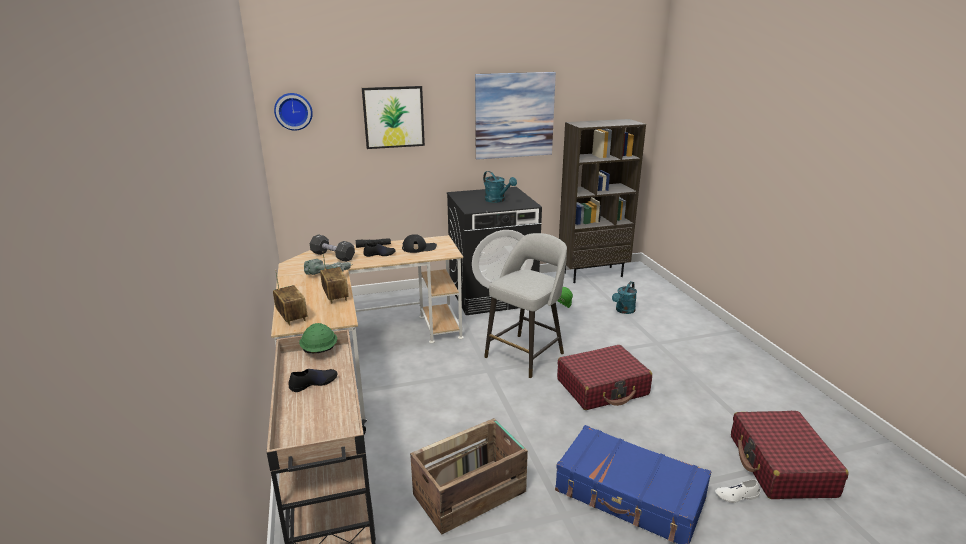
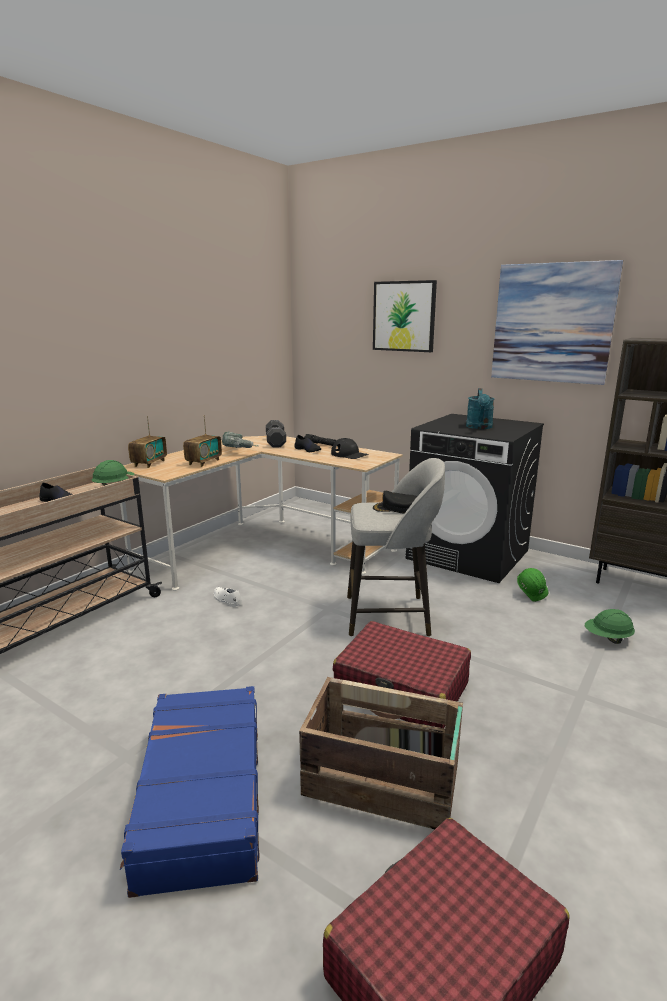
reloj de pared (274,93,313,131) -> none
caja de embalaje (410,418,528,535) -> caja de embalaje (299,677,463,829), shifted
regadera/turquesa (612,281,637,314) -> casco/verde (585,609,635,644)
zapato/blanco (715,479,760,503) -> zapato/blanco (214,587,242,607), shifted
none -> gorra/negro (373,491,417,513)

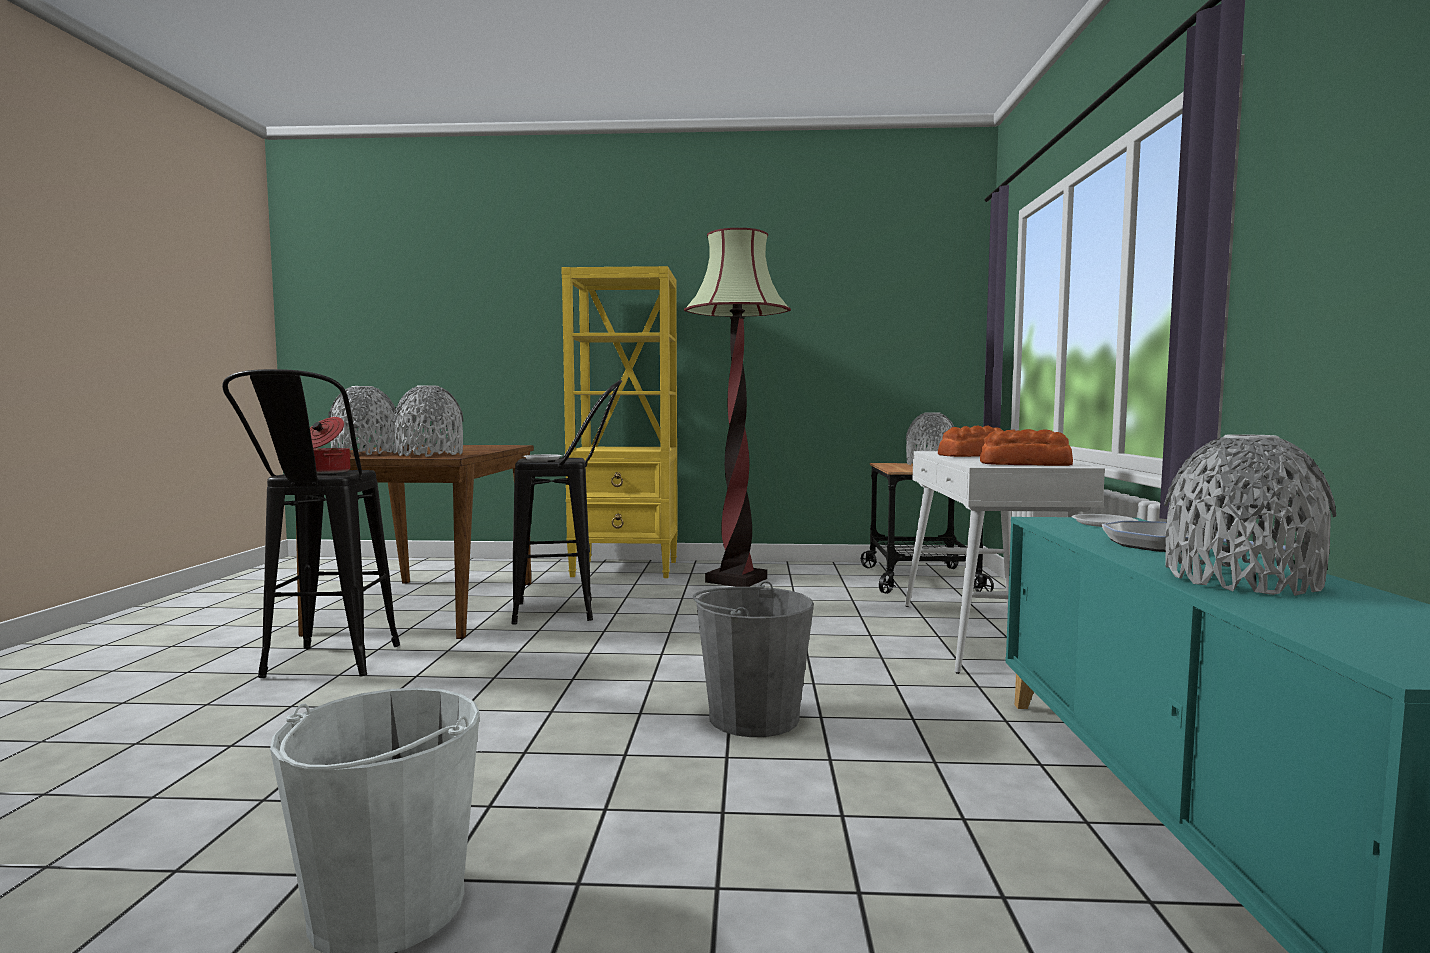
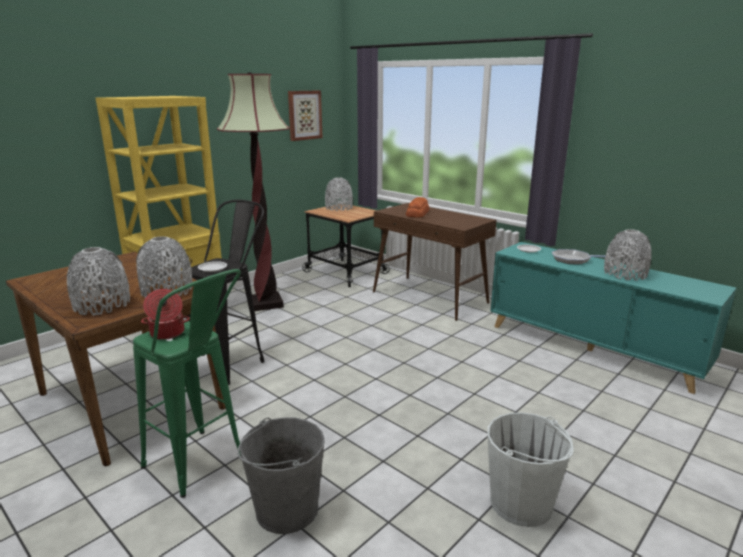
taburete/negro (222,369,400,678) -> taburete/verde (133,269,241,498)
cubo/gris (693,581,814,737) -> cubo/gris (237,417,325,534), shifted
mesa consola/blanco (905,451,1105,674) -> mesa consola/marrón (373,203,497,321)
pan (980,429,1073,466) -> none
none -> cuadro (288,90,322,141)

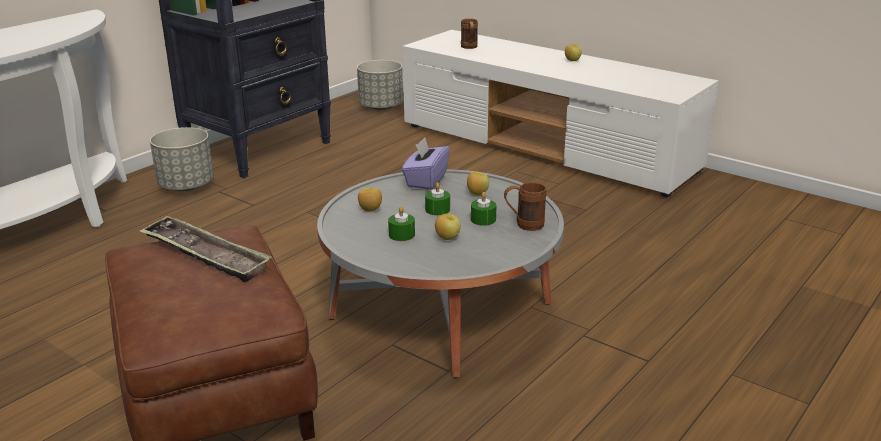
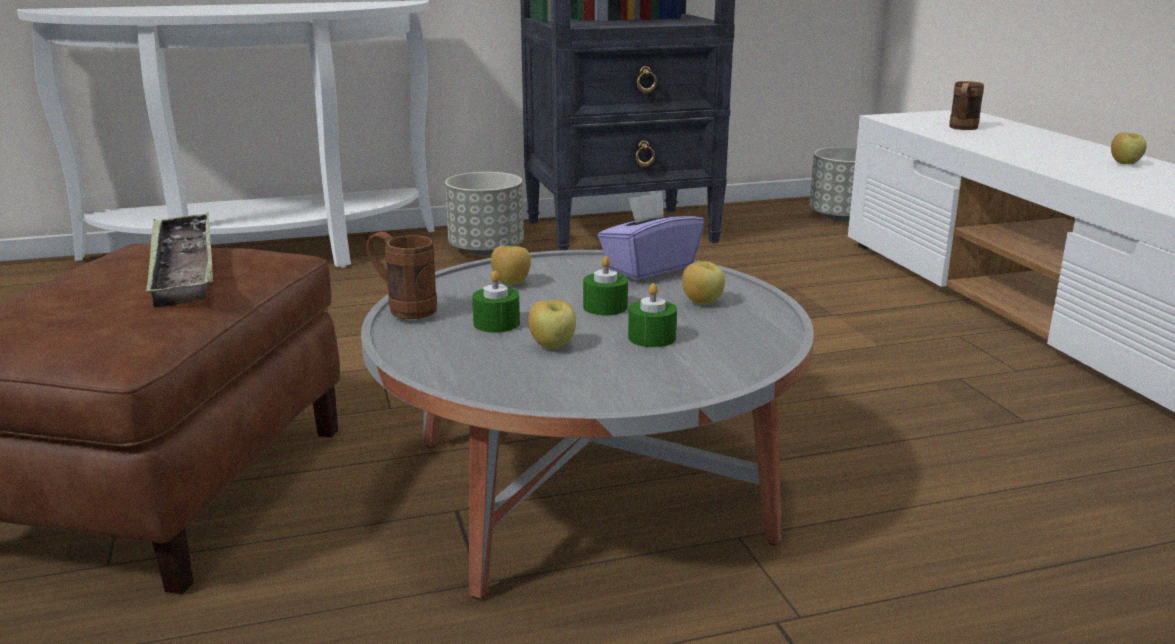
taza grande/marrón (504,183,546,231) -> taza grande/marrón (366,232,437,319), shifted

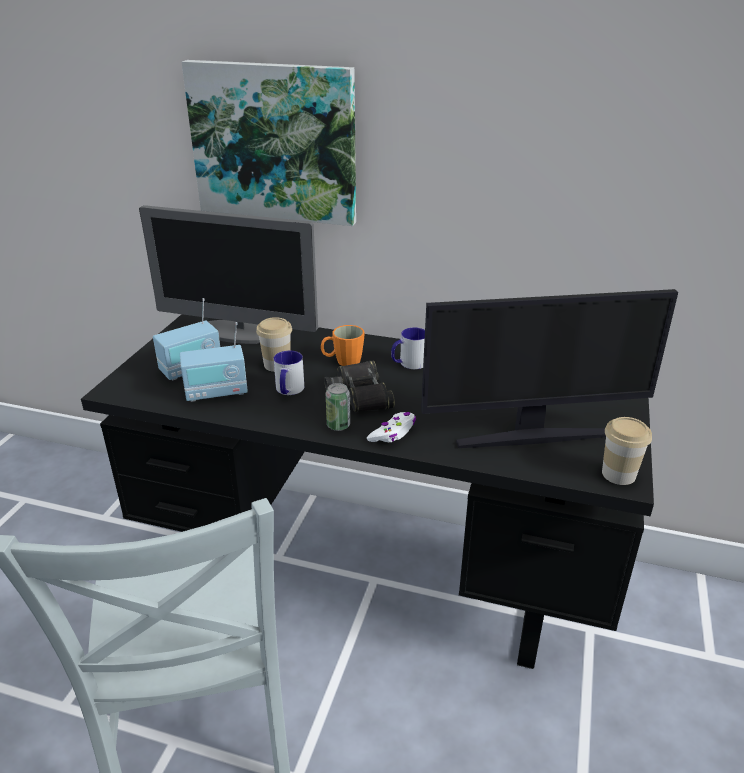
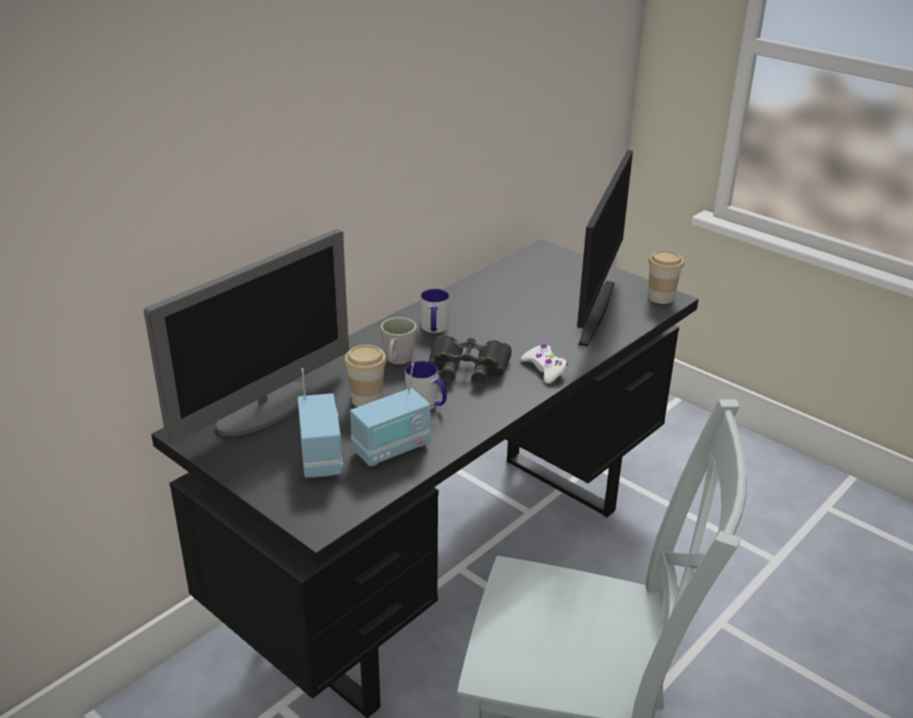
radio (180,322,248,402) -> radio (350,363,431,466), 45 degrees clockwise
cuadro (182,60,356,226) -> none
taza grande/naranja (321,325,364,366) -> taza grande/gris (381,317,417,364)
lata (326,383,350,431) -> none

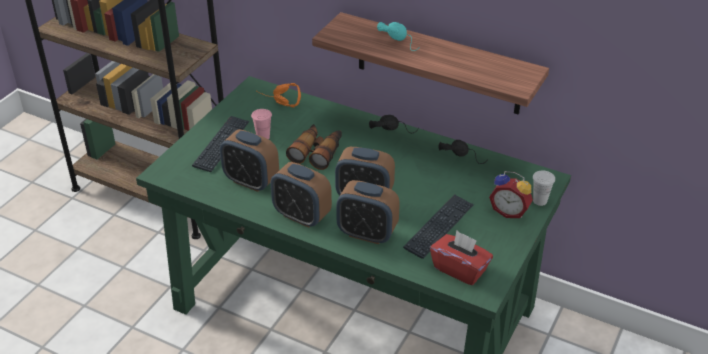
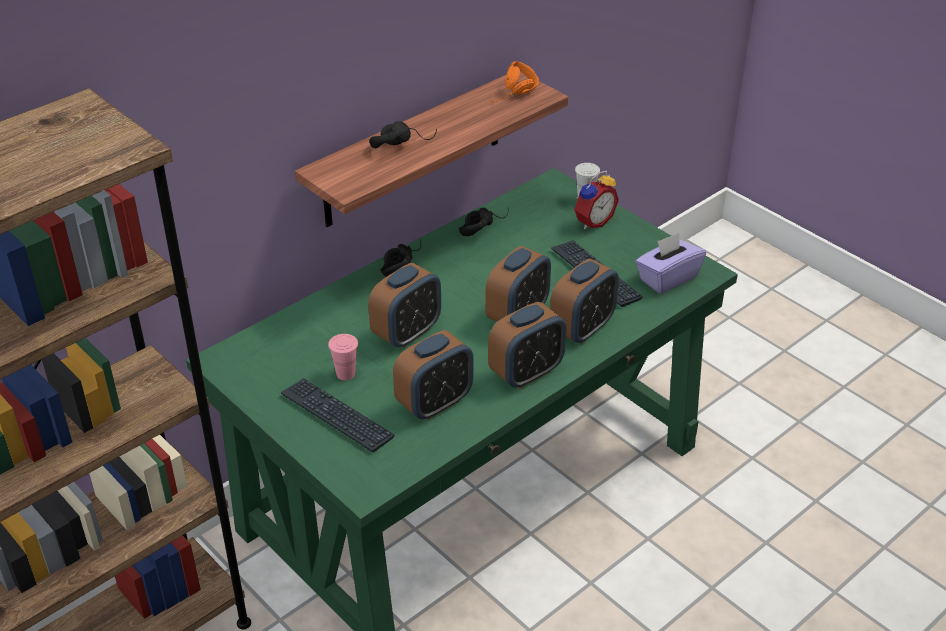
auriculares/naranja (257,83,301,107) -> auriculares/naranja (491,61,539,102), shifted
prismáticos (286,124,342,170) -> despertador (368,263,441,348)
auriculares/turquesa (377,22,420,51) -> auriculares/negro (369,121,437,149)
caja de pañuelos/rojo (430,230,493,285) -> caja de pañuelos/morado (635,233,706,294)

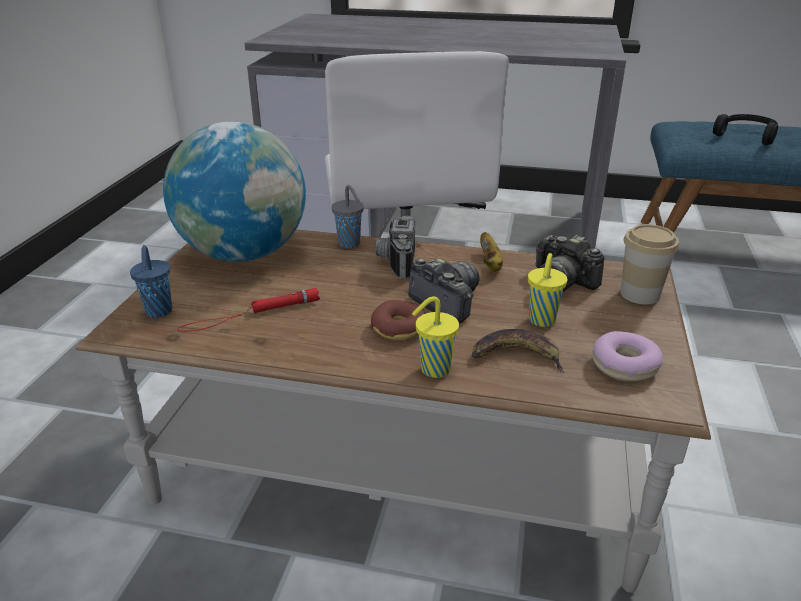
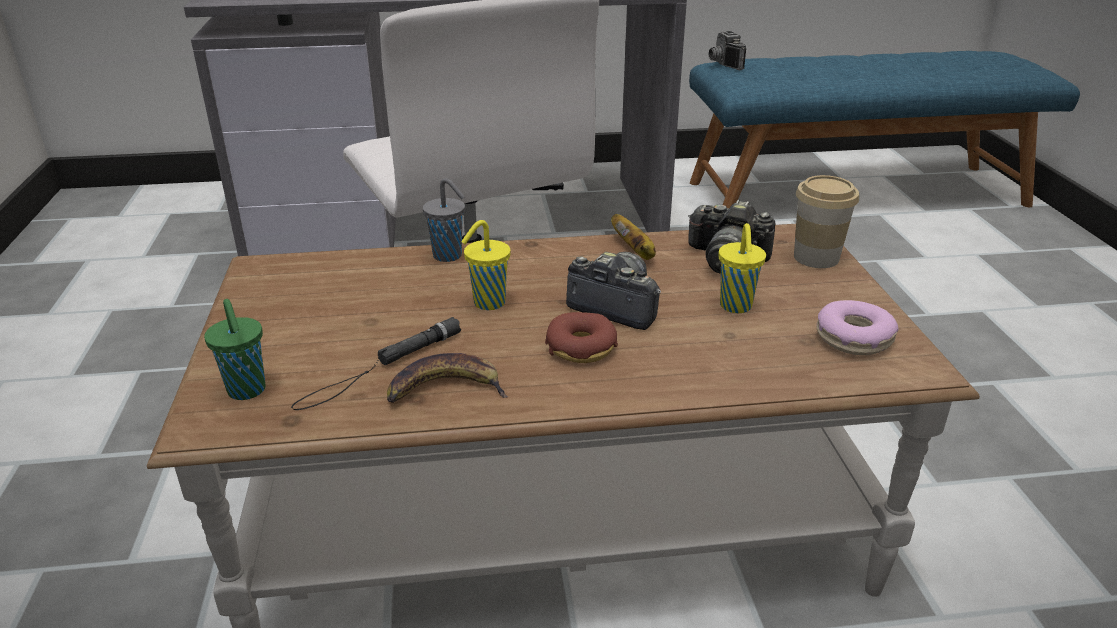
taza/azul (130,245,172,318) -> taza/verde (204,299,266,400)
globo terráqueo (163,121,306,262) -> none
linterna/rojo (177,288,320,332) -> linterna/negro (291,317,461,410)
cámara (376,216,416,280) -> cámara (709,31,746,70), shifted
taza/amarillo (412,296,459,378) -> taza/amarillo (461,220,511,310), shifted
plátano (472,329,565,373) -> plátano (387,353,508,403), shifted
auriculares/negro (713,114,778,145) -> none

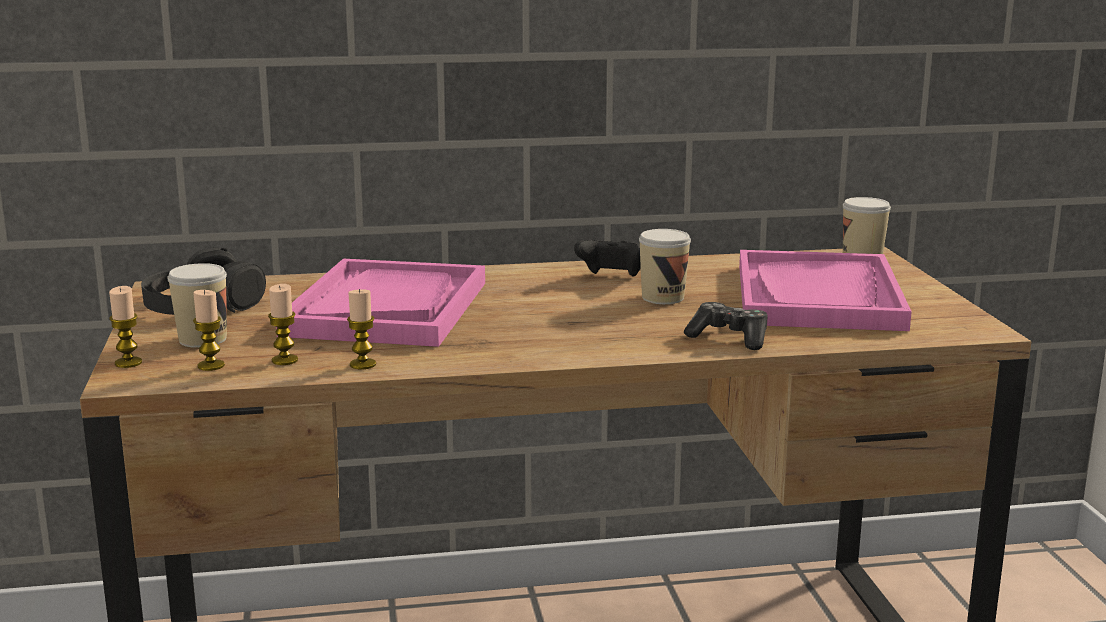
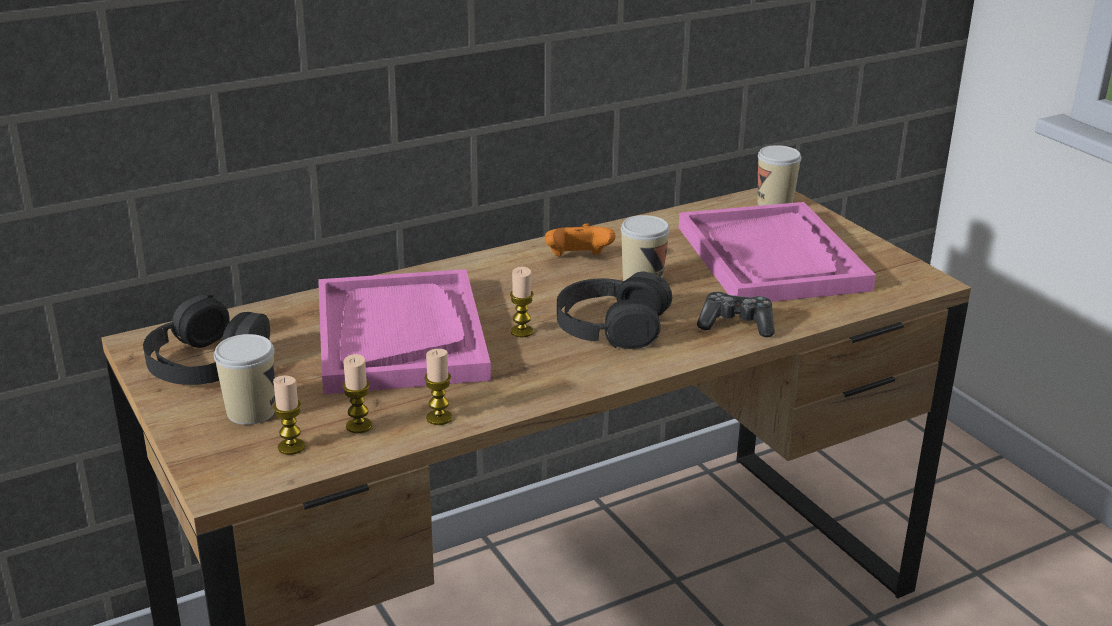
vela (109,286,142,368) -> vela (510,267,534,338), shifted
mando de consola/negro (574,240,641,276) -> mando de consola/naranja (545,223,616,257)
none -> auriculares/negro (557,272,672,349)

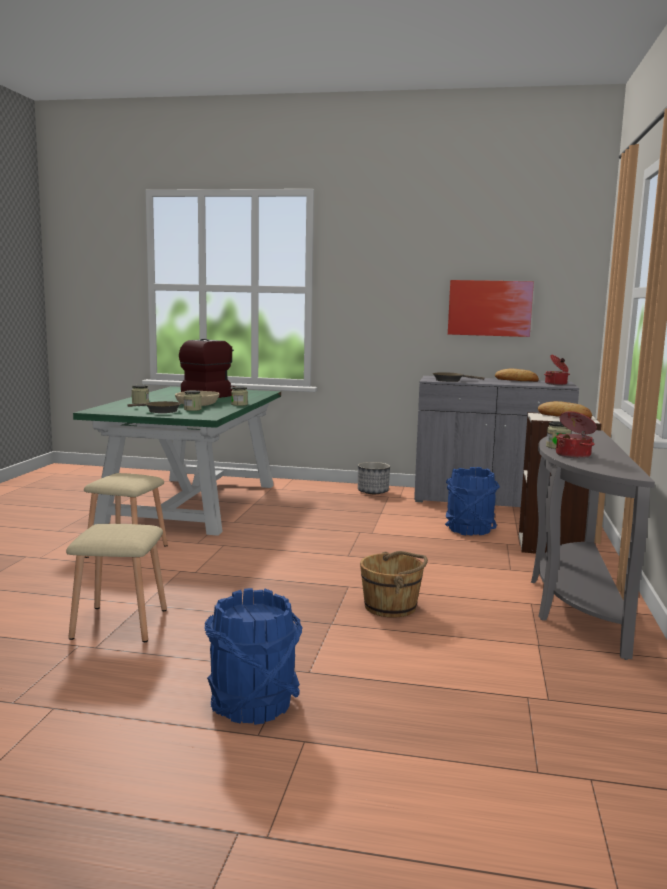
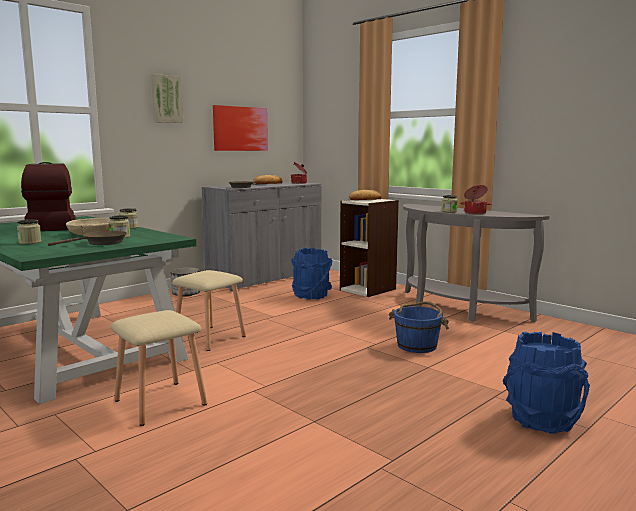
taburete/beis (66,524,167,642) -> taburete/beis (172,270,246,351), shifted
cubo/marrón (360,551,428,618) -> cubo/azul (389,301,449,353)
none -> cuadro (151,74,183,123)

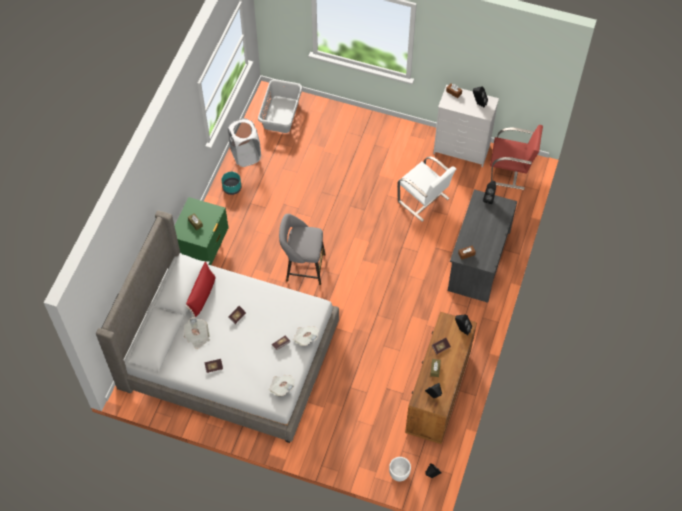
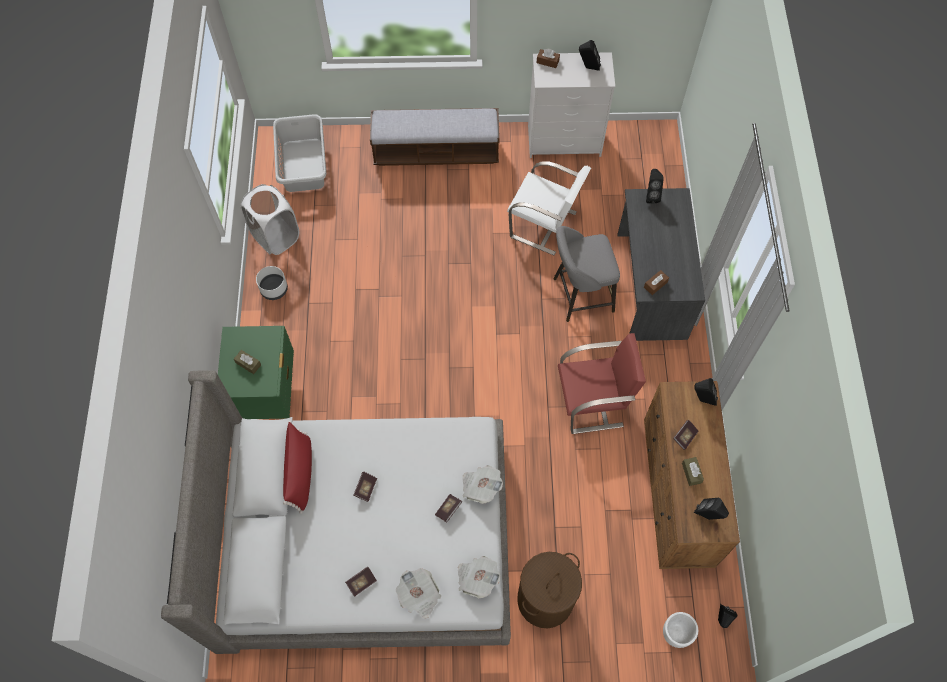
periódico (184,317,210,349) -> periódico (396,568,441,618), shifted
maceta/turquesa (221,172,241,195) -> maceta/blanco (256,266,288,300)
taburete/gris (279,214,326,285) -> taburete/gris (553,226,620,322), shifted
silla/rojo (490,125,543,190) -> silla/rojo (558,333,646,434), shifted
none -> banco (370,108,500,166)
none -> cesto de la ropa/marrón (517,552,582,628)

